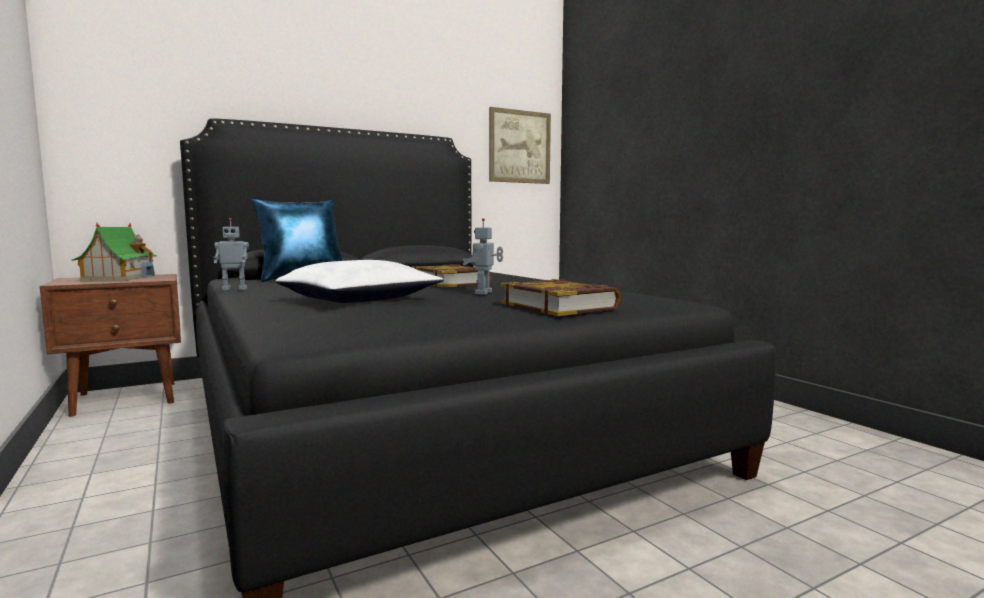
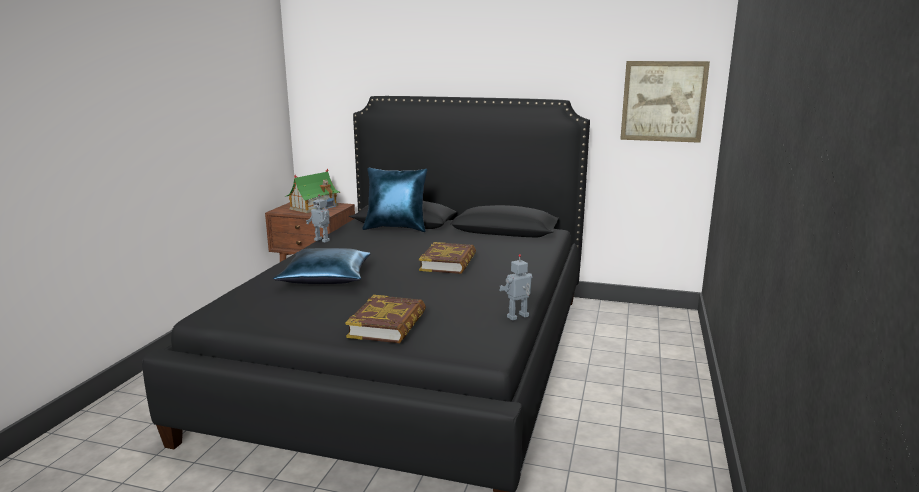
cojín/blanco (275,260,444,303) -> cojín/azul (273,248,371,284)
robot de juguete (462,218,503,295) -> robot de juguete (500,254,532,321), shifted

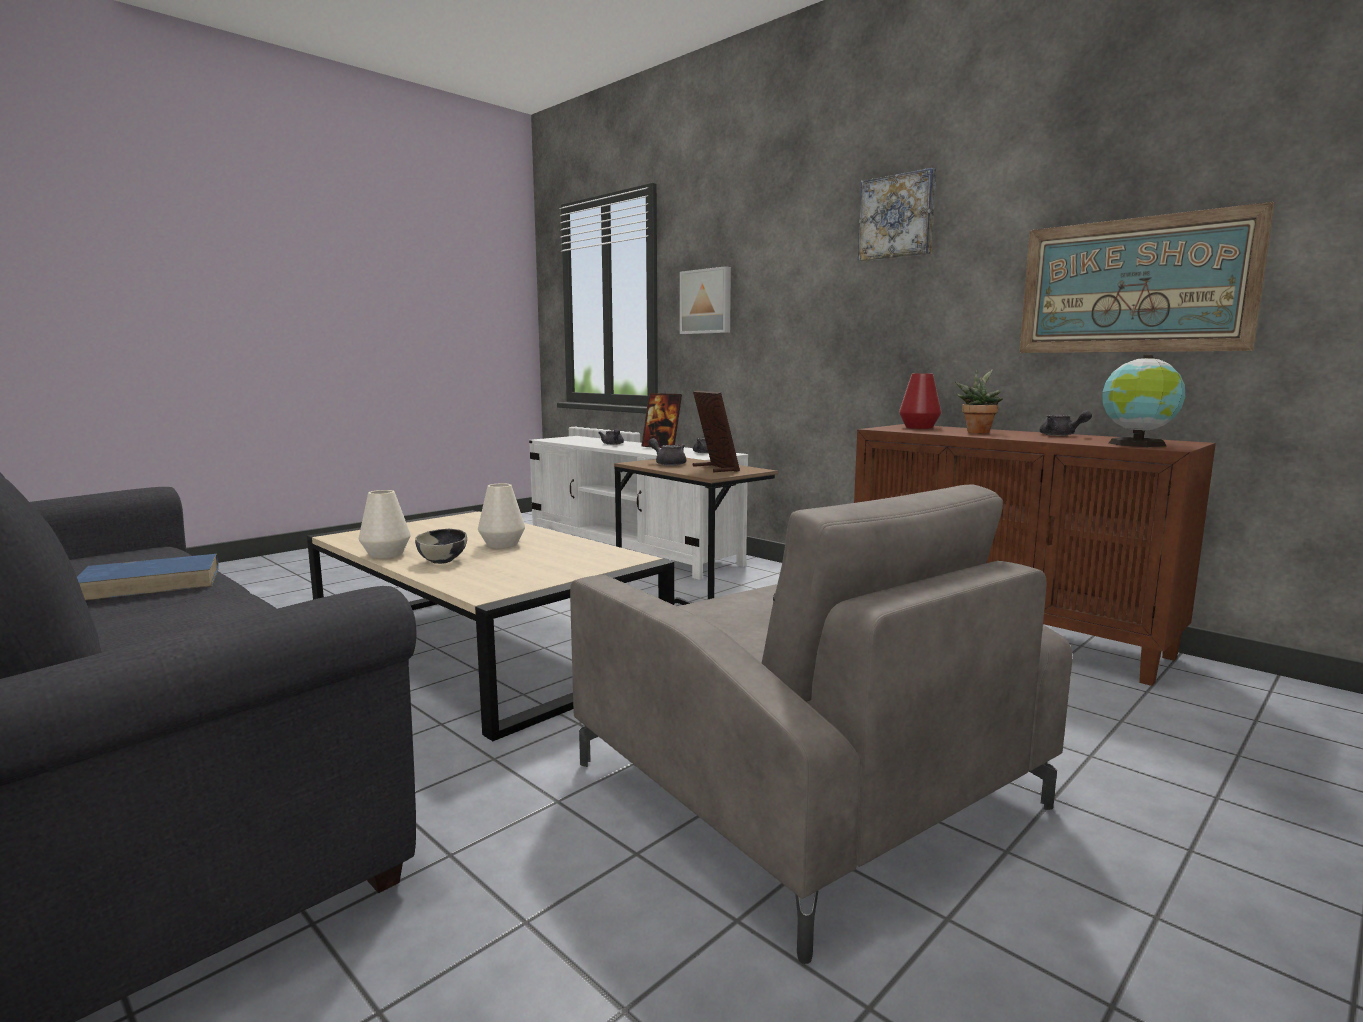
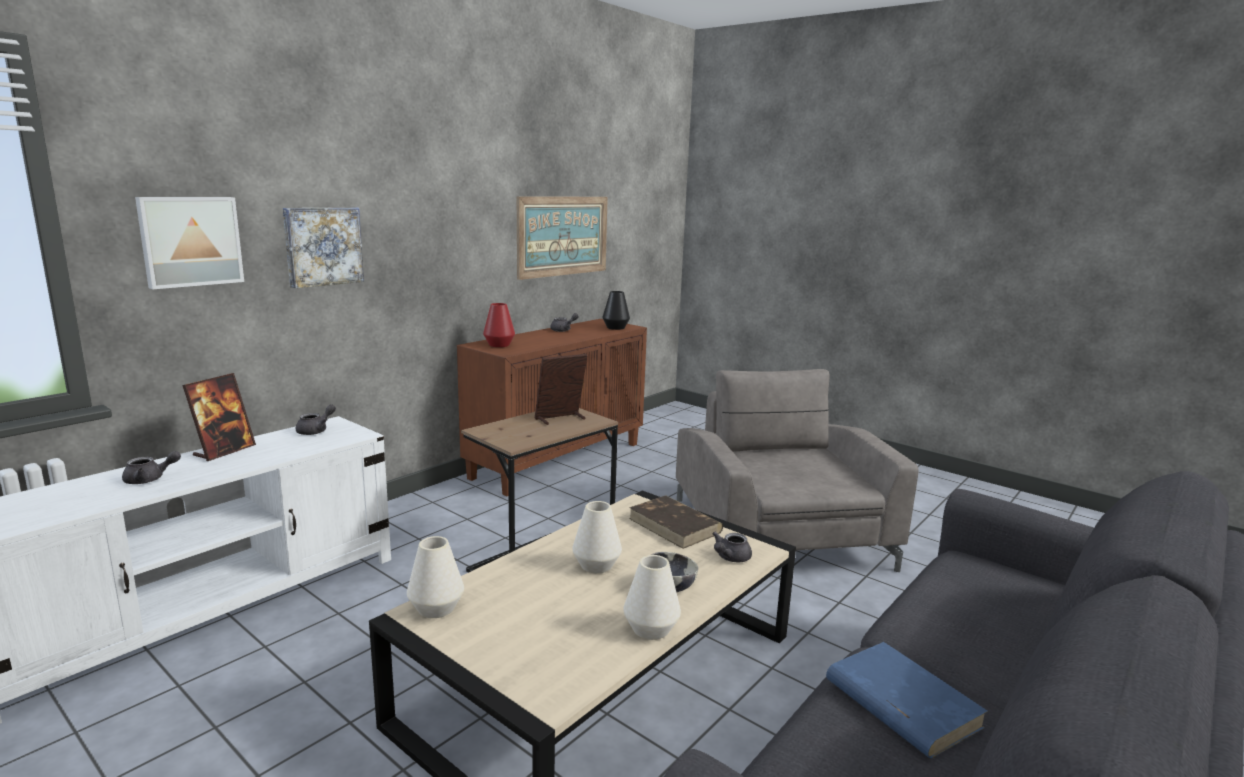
sillón/gris (570,484,1072,964) -> sillón/gris (676,369,919,572), 60 degrees counterclockwise
tetera/gris (648,438,686,466) -> tetera/gris (712,532,752,563), shifted
cuadro (858,168,936,261) -> cuadro (283,207,364,288), shifted
planta en maceta (955,369,1003,433) -> none
globo terráqueo (1102,355,1185,447) -> florero/negro (602,291,630,330)
none -> florero/blanco (407,536,464,618)
none -> libro/marrón (629,496,723,549)

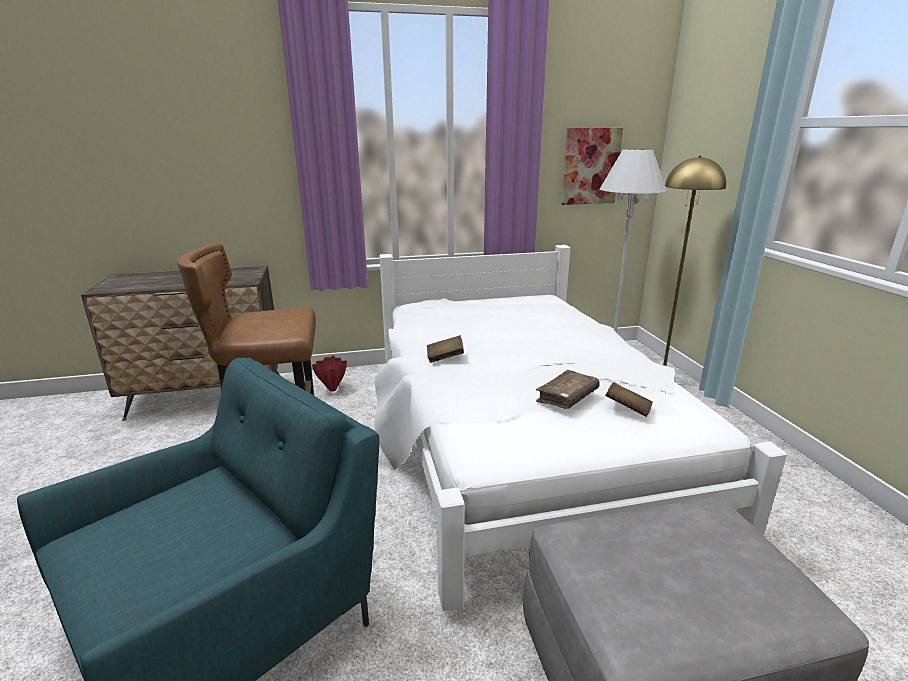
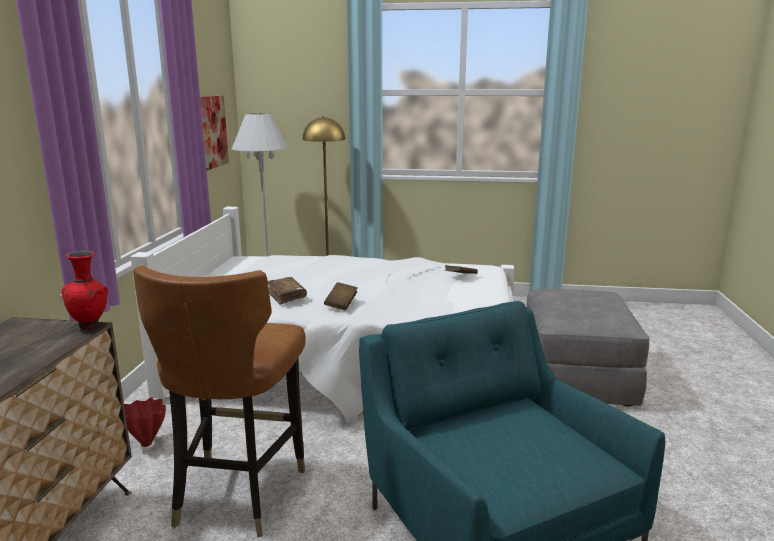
libro/marrón (536,370,600,409) -> libro/marrón (268,277,307,305), shifted
none -> florero/rojo (62,251,108,329)

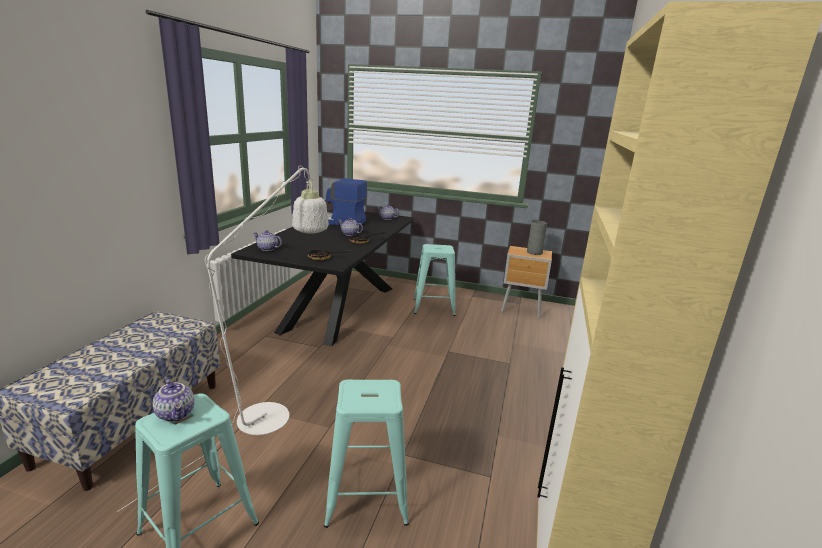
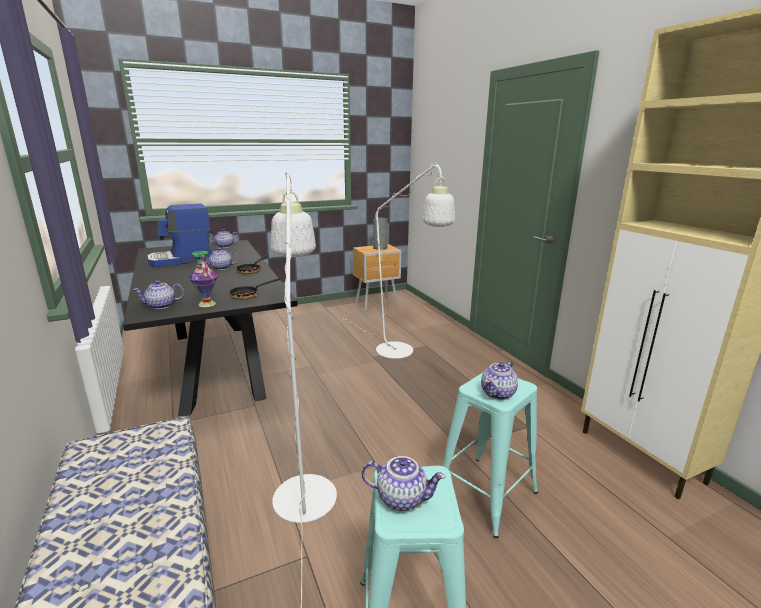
taburete/turquesa (414,244,456,316) -> none
none -> florero (189,251,218,307)
none -> lámpara de pie/blanco (342,163,455,359)
none -> tetera (481,361,518,400)

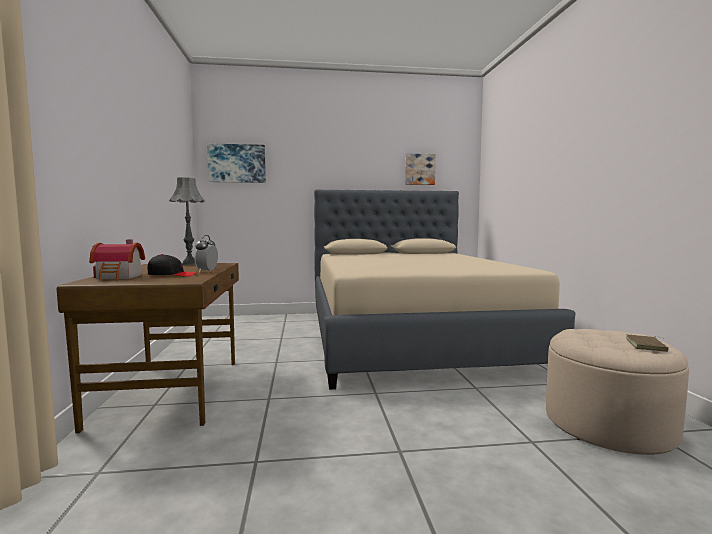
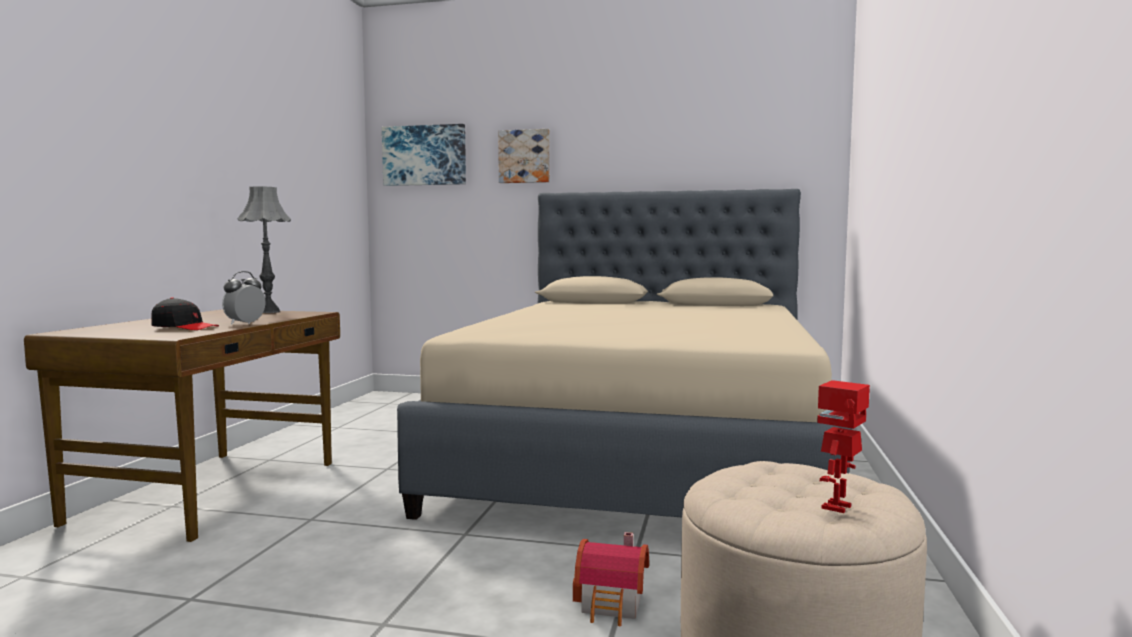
casita (89,239,145,281) -> casita (573,532,649,626), shifted
cuadro (405,153,436,185) -> cuadro (498,129,550,183), shifted
libro/marrón (626,334,669,352) -> robot de juguete (817,380,870,513)

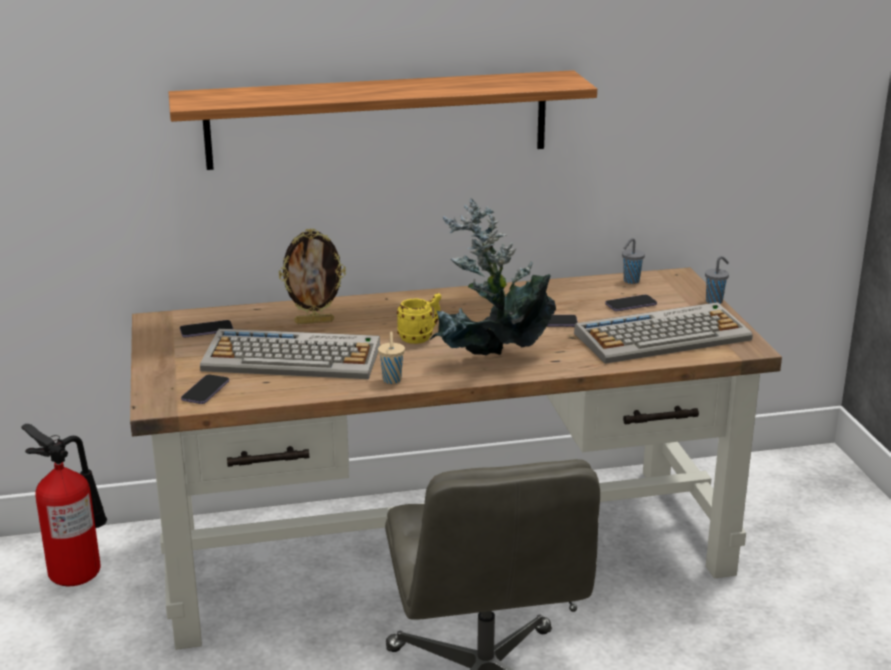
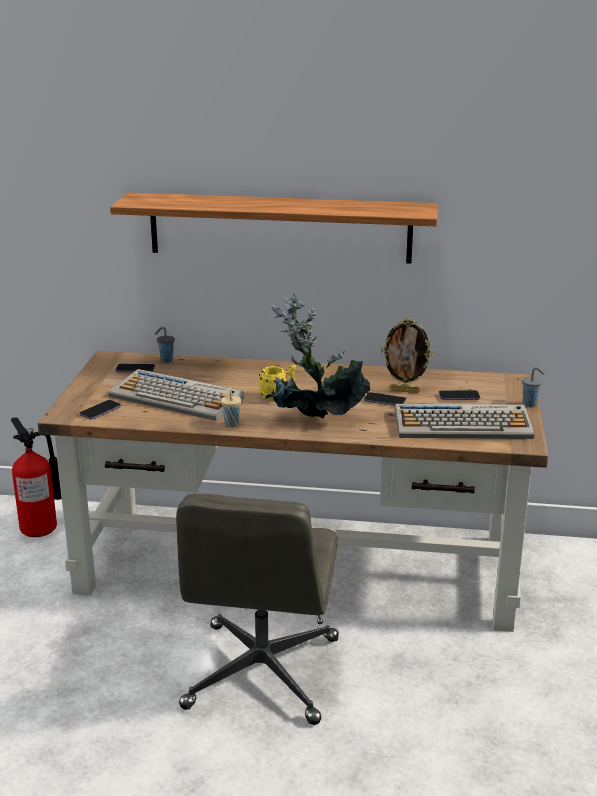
portarretratos (279,228,346,324) -> portarretratos (381,318,433,393), shifted
taza/gris (622,238,645,284) -> taza/gris (155,327,175,363), shifted

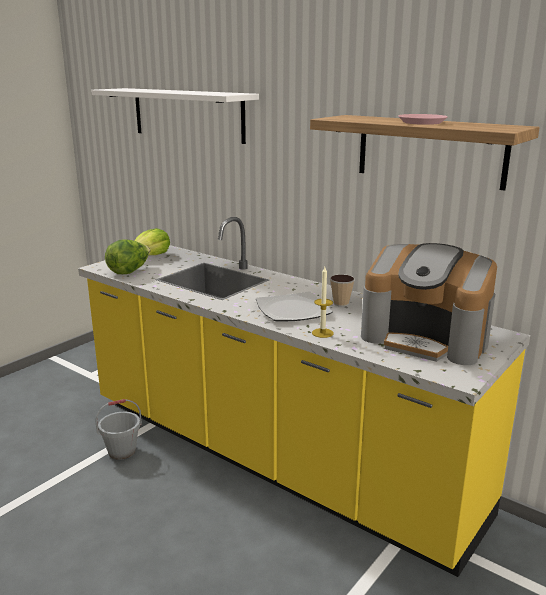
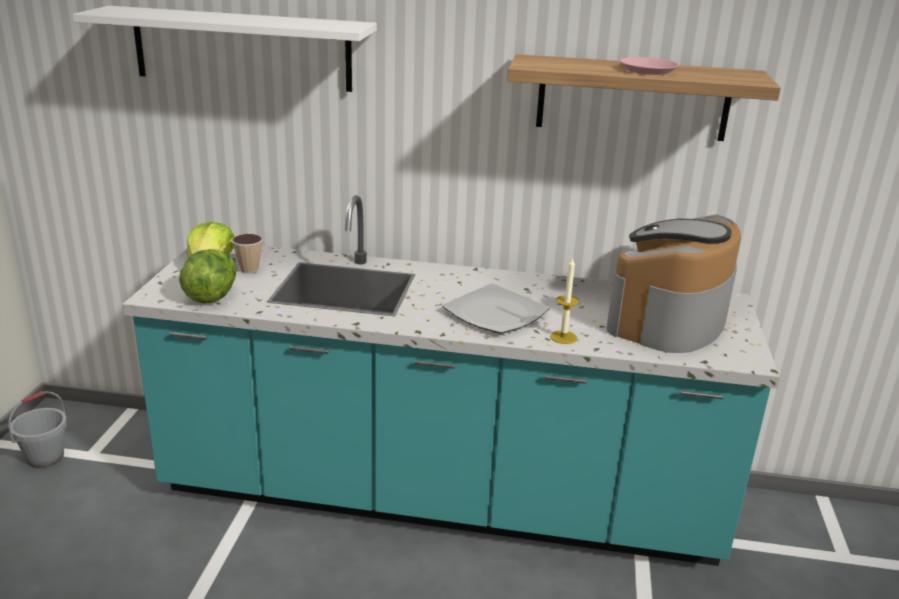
mueble bajo de cocina/amarillo (78,217,530,577) -> mueble bajo de cocina/turquesa (122,195,780,566)
cubo/gris (95,399,142,460) -> cubo/gris (8,391,67,468), shifted
taza (330,274,355,307) -> taza (232,234,263,273), shifted
cafetera (361,243,497,365) -> cafetera (606,215,741,353), 120 degrees clockwise

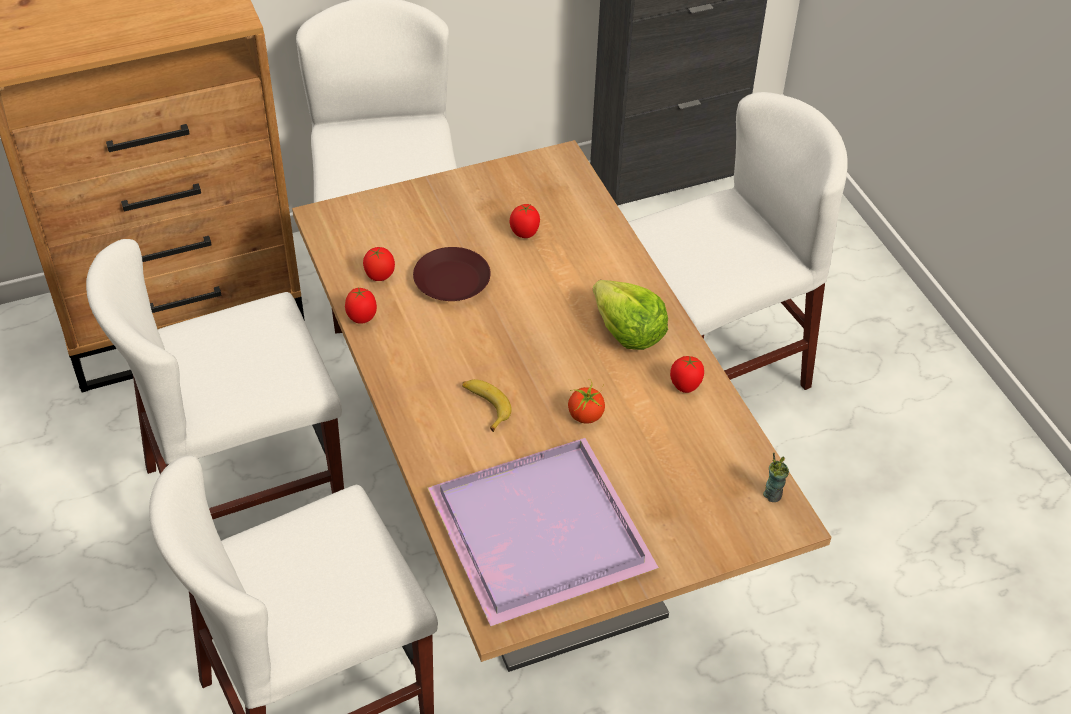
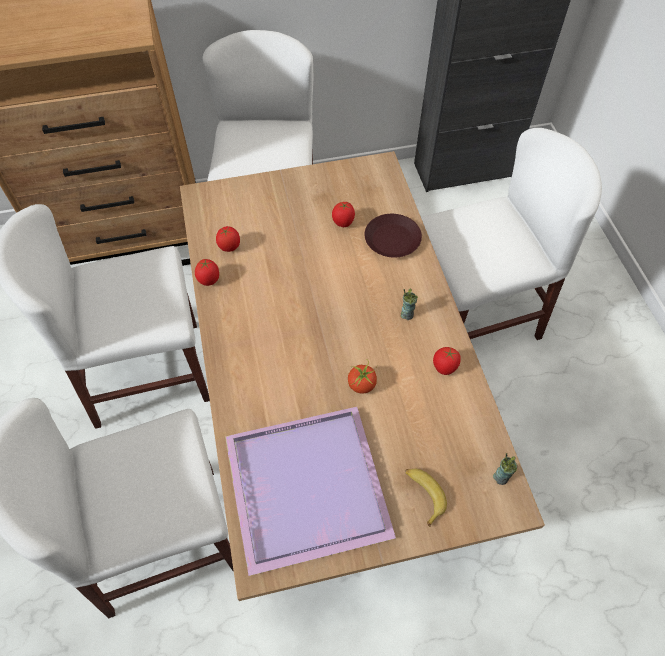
plato/marrón (413,247,491,301) -> plato/marrón (364,214,422,258), shifted
plátano (462,379,512,432) -> plátano (405,469,447,527), shifted
lechuga (593,280,668,350) -> taza (401,289,418,320)

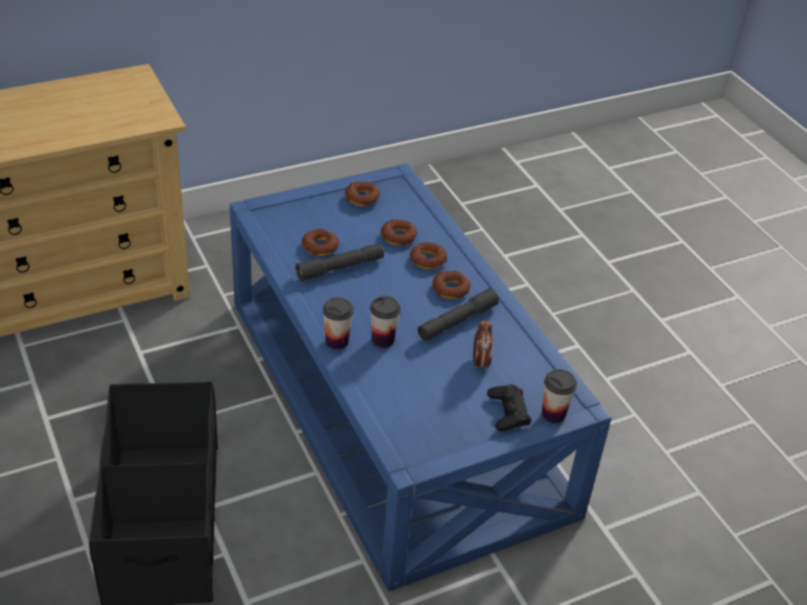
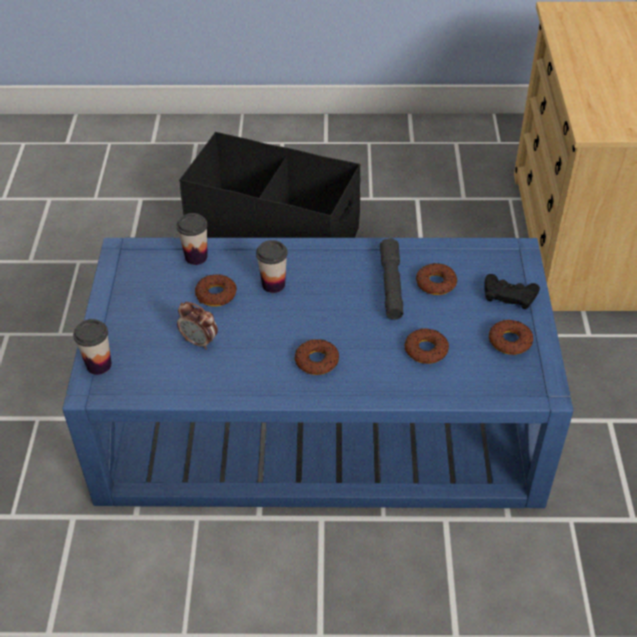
taza (323,297,354,350) -> taza (177,213,208,265), shifted
rosquilla (410,242,447,269) -> rosquilla (195,274,237,307), shifted
linterna/gris (418,288,499,341) -> none
mando de consola/negro (487,384,531,431) -> mando de consola/negro (484,274,540,309), shifted

